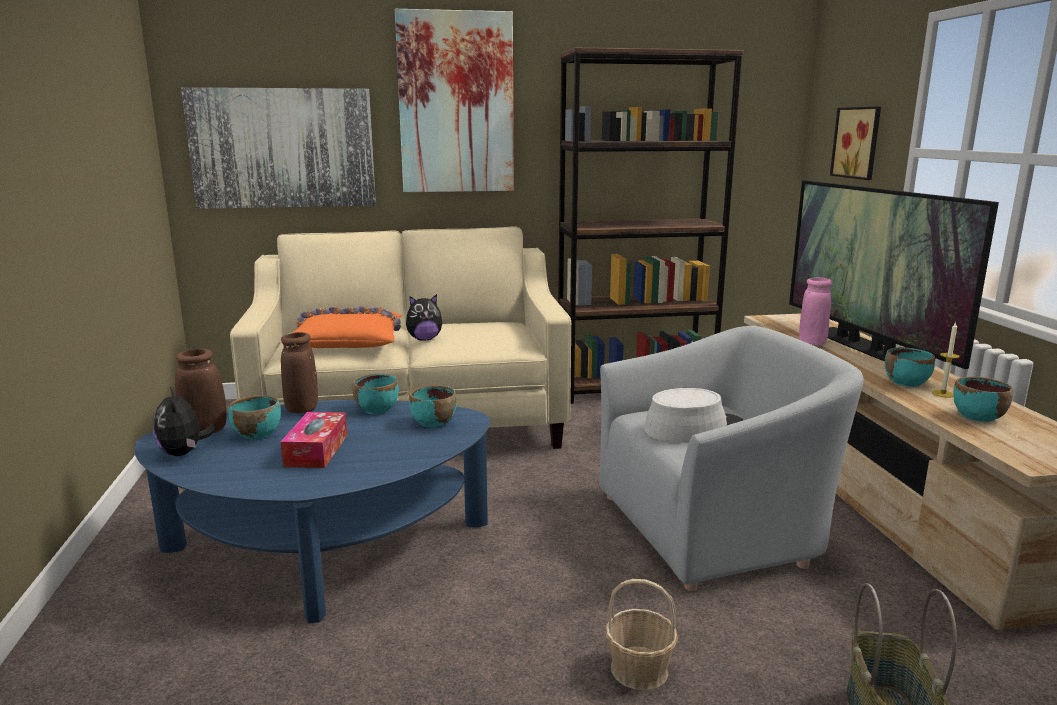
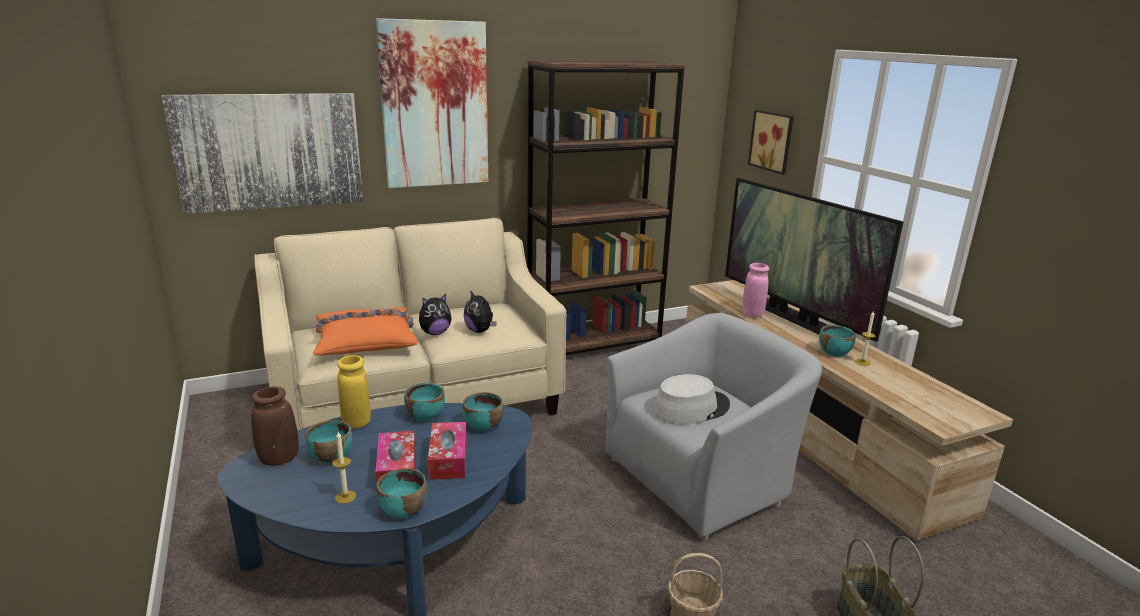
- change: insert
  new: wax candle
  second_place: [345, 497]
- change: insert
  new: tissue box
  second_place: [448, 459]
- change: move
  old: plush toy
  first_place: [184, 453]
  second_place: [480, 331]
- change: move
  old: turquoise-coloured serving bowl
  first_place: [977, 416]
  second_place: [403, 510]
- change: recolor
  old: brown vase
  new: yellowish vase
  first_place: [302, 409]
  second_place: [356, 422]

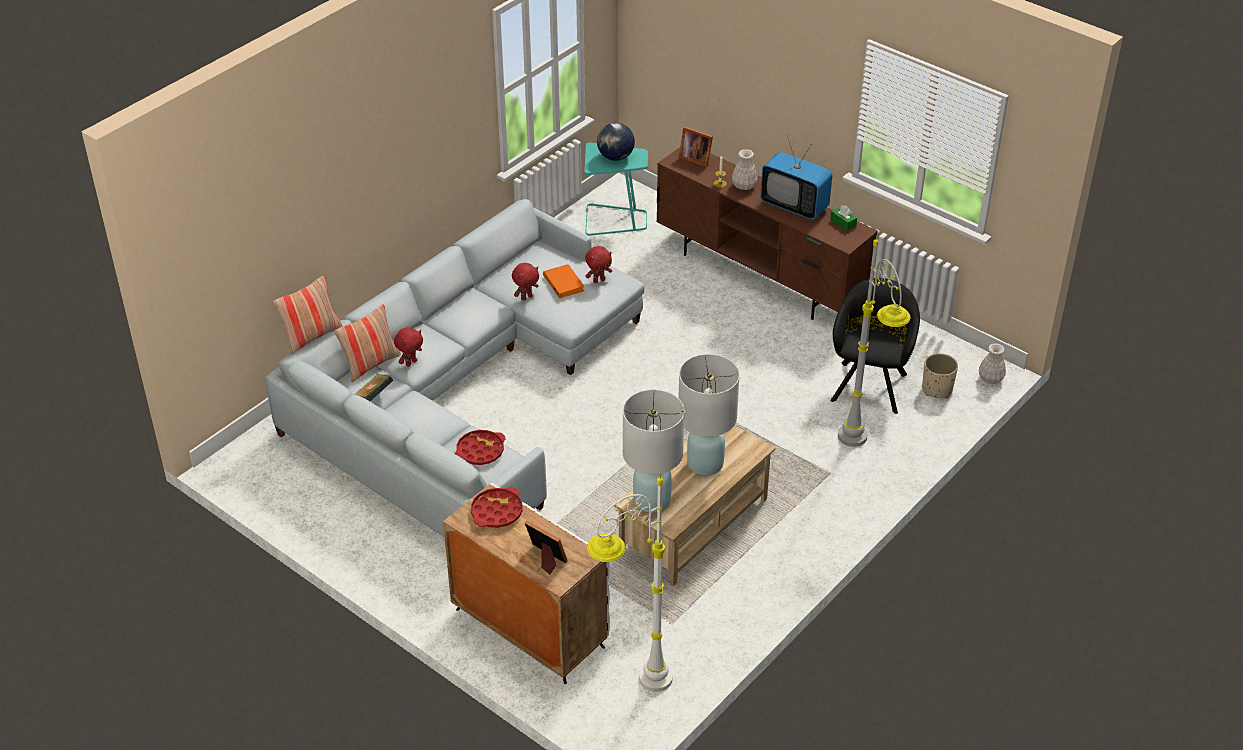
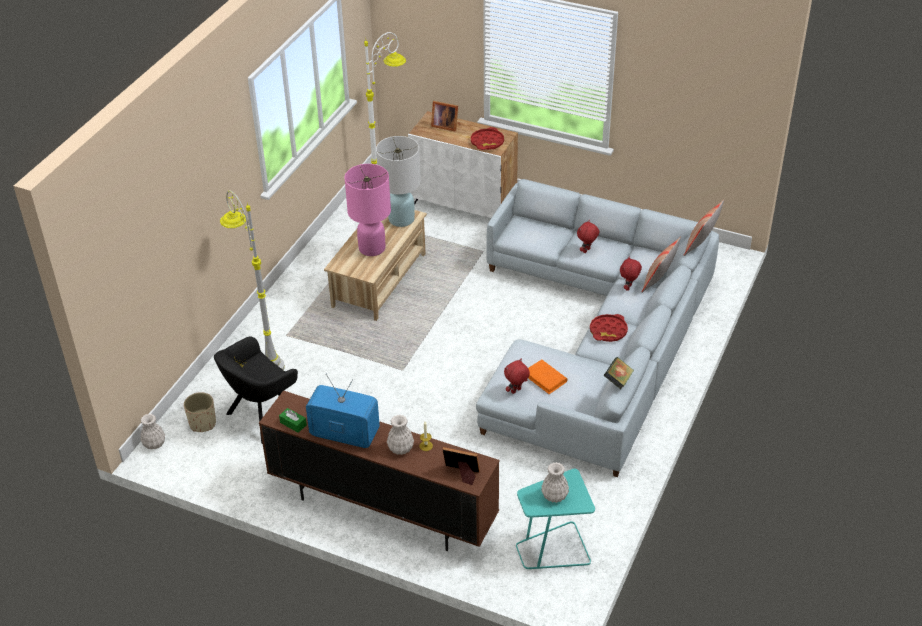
- change: move
  old: volume
  first_place: [374, 397]
  second_place: [618, 380]
- change: move
  old: red-coloured serving tray
  first_place: [480, 451]
  second_place: [608, 331]
- change: move
  old: red-coloured plush toy
  first_place: [526, 297]
  second_place: [587, 251]
- change: replace
  old: globe
  new: white-coloured vase
  first_place: [615, 157]
  second_place: [555, 495]
- change: recolor
  old: white-coloured tabletop lamp
  new: pink-coloured tabletop lamp
  first_place: [704, 463]
  second_place: [372, 248]
- change: rotate
  old: black-coloured lounge chair
  first_place: [870, 384]
  second_place: [261, 416]
  degrees: 45

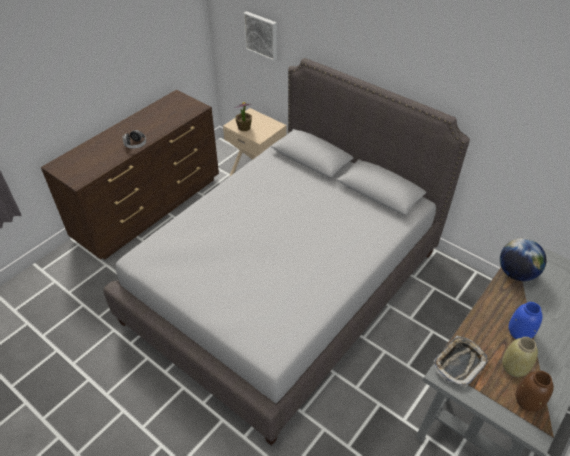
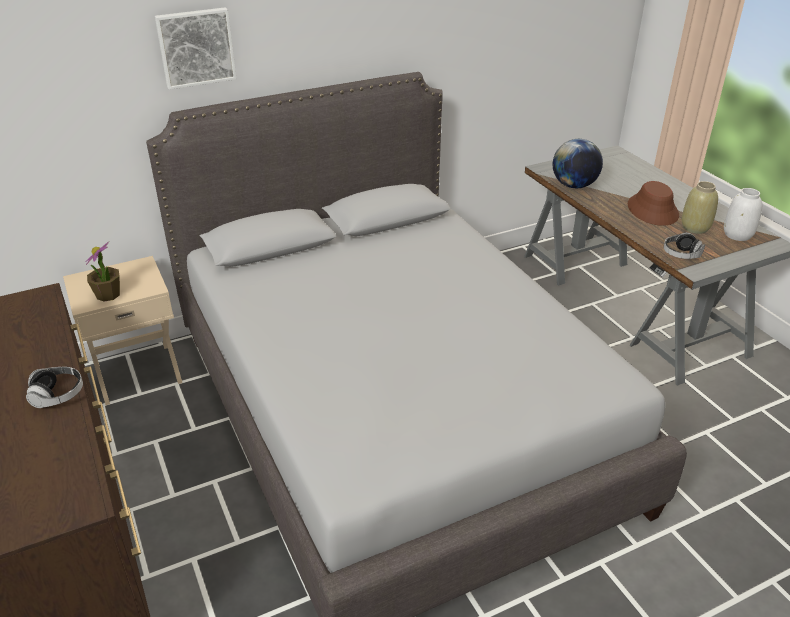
- change: move
  old: wall art
  first_place: [262, 35]
  second_place: [196, 47]
- change: replace
  old: serving tray
  new: headset
  first_place: [459, 363]
  second_place: [681, 255]
- change: replace
  old: blue vase
  new: brown wearable hat
  first_place: [520, 332]
  second_place: [653, 210]
- change: recolor
  old: brown vase
  new: white-coloured vase
  first_place: [528, 401]
  second_place: [738, 235]

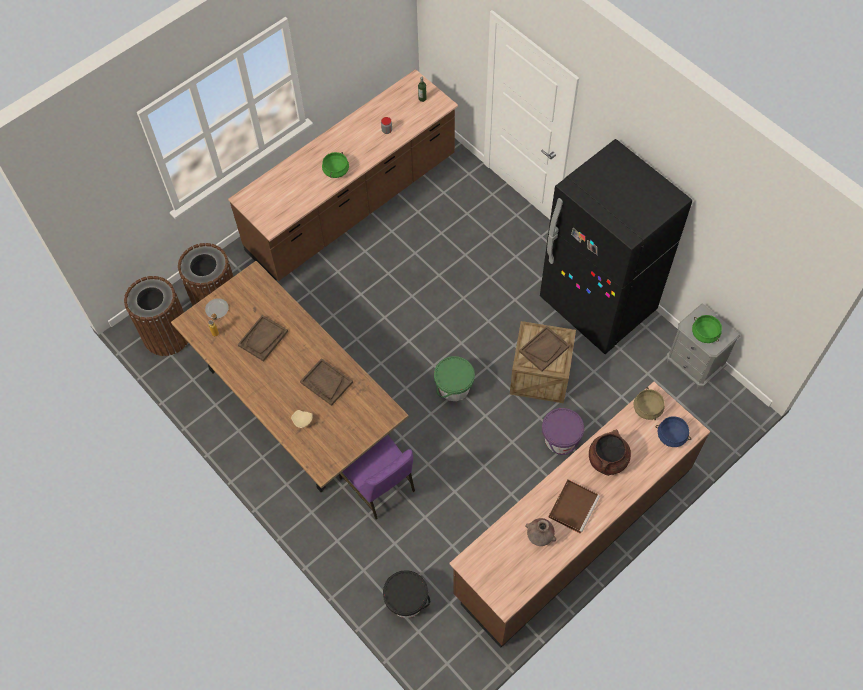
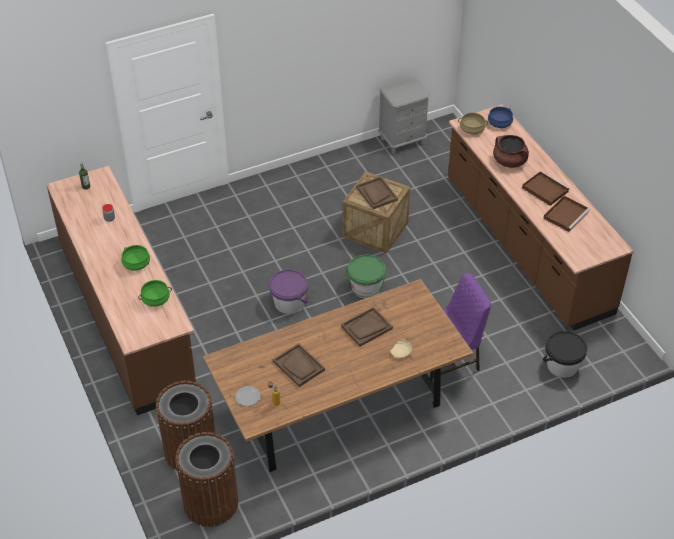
- change: delete
  old: black-coloured fridge
  first_place: [597, 305]
- change: move
  old: purple water bucket
  first_place: [560, 439]
  second_place: [289, 303]
- change: move
  old: green cooking pot
  first_place: [704, 333]
  second_place: [155, 300]
- change: replace
  old: brown vase
  new: brown serving tray
  first_place: [539, 537]
  second_place: [566, 214]

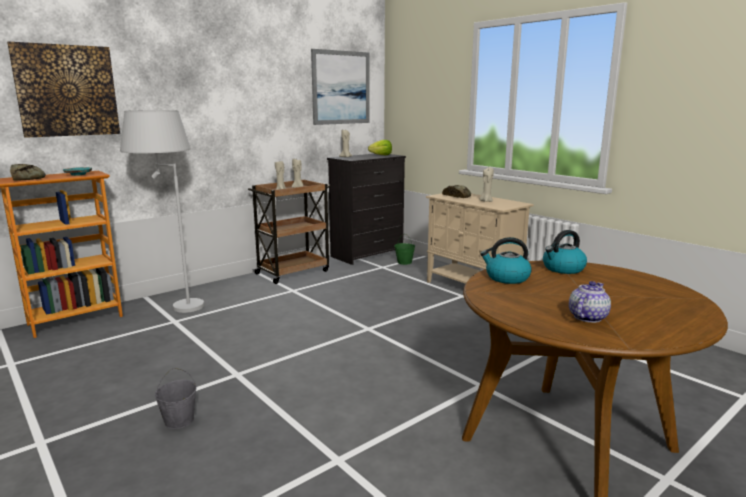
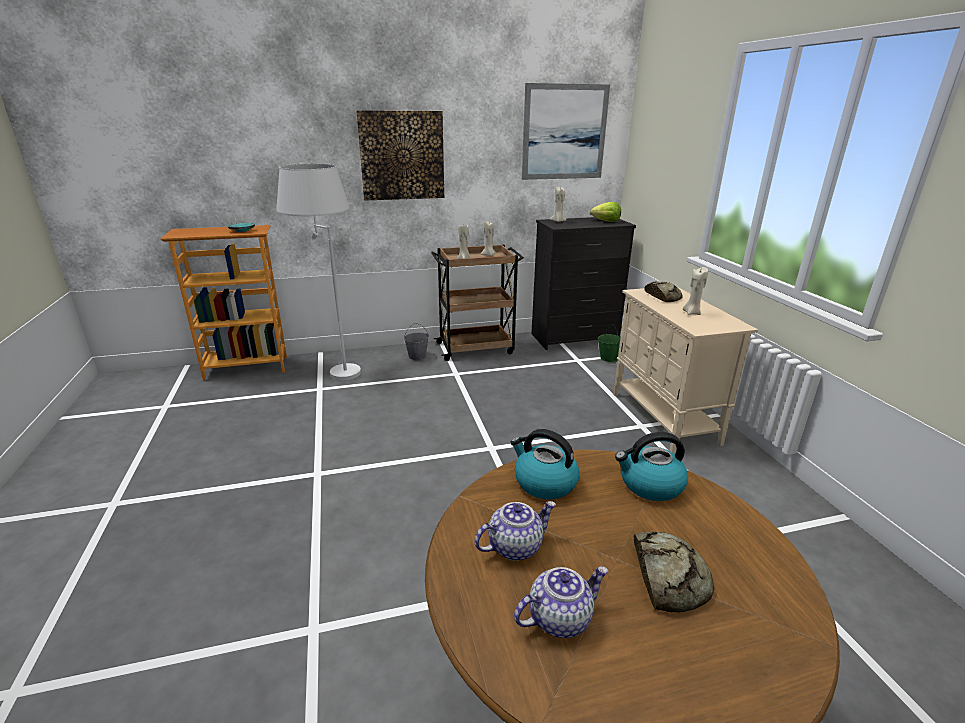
- change: insert
  new: tea pot
  second_place: [515, 546]
- change: move
  old: wall art
  first_place: [67, 91]
  second_place: [402, 156]
- change: move
  old: baked bread
  first_place: [28, 178]
  second_place: [667, 576]
- change: move
  old: grey water bucket
  first_place: [179, 420]
  second_place: [417, 356]

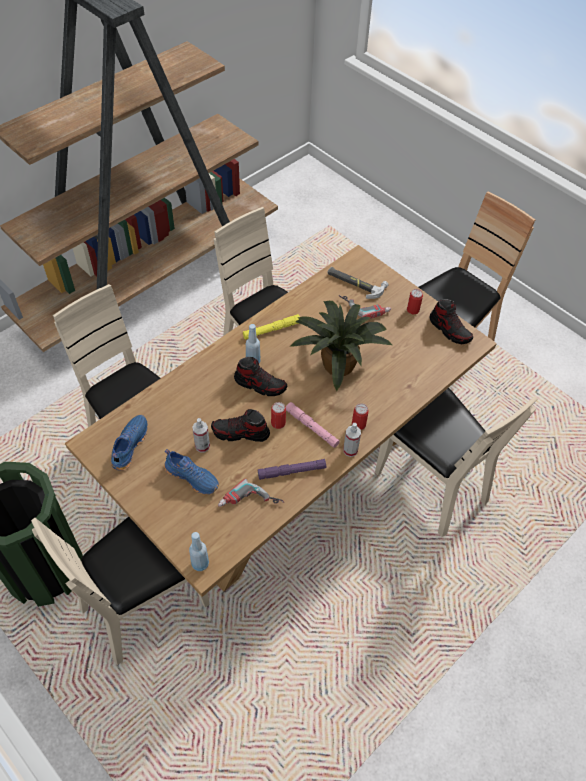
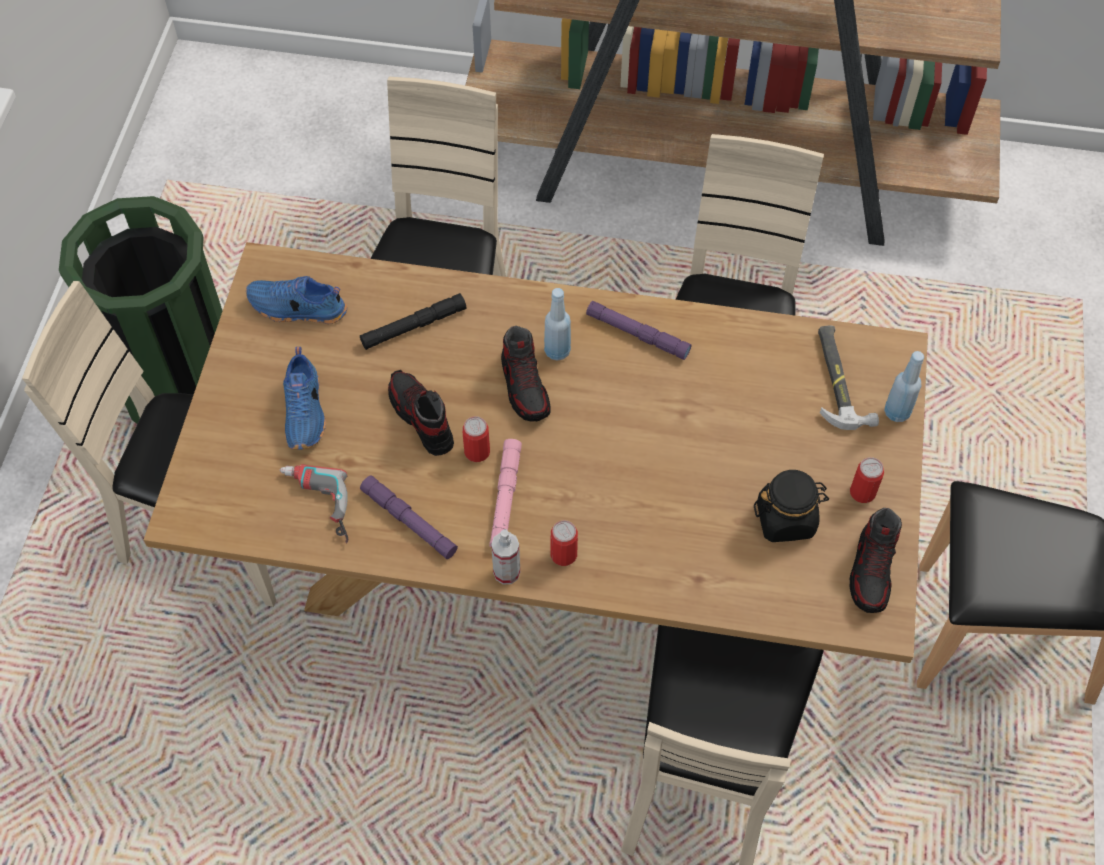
- change: delete
  old: hand sprayer
  first_place: [202, 446]
- change: delete
  old: houseplant
  first_place: [336, 363]
- change: delete
  old: power drill
  first_place: [365, 305]
- change: insert
  new: black-coloured hand torch
  second_place: [414, 326]
- change: insert
  new: black-coloured preserve jar
  second_place: [786, 519]
- change: move
  old: blue drink bottle
  first_place: [200, 564]
  second_place: [897, 412]
- change: recolor
  old: yellowish hand torch
  new: purple hand torch
  first_place: [271, 330]
  second_place: [637, 334]
- change: rotate
  old: blue low shoe
  first_place: [129, 445]
  second_place: [297, 309]
  degrees: -150

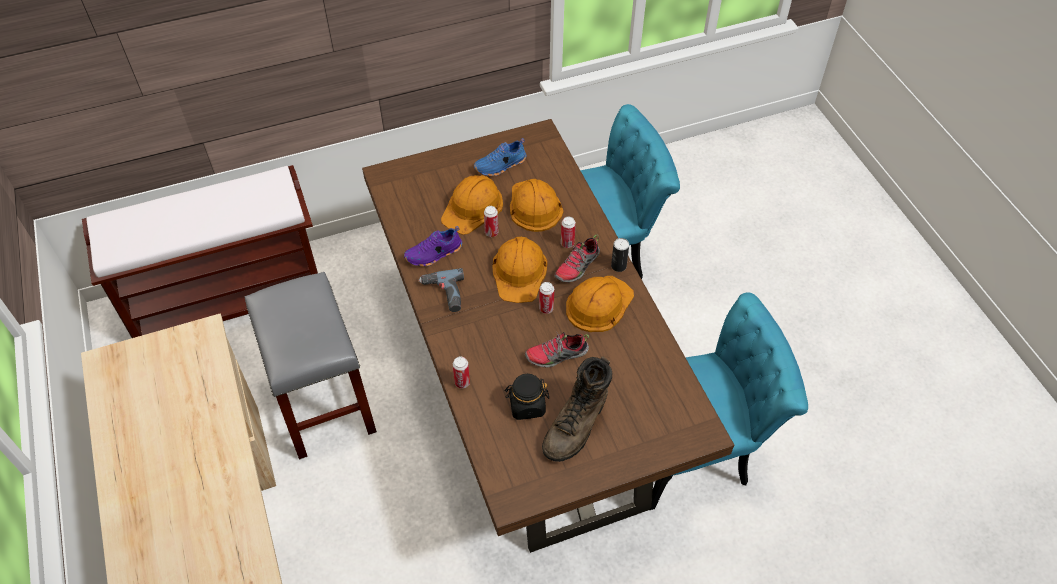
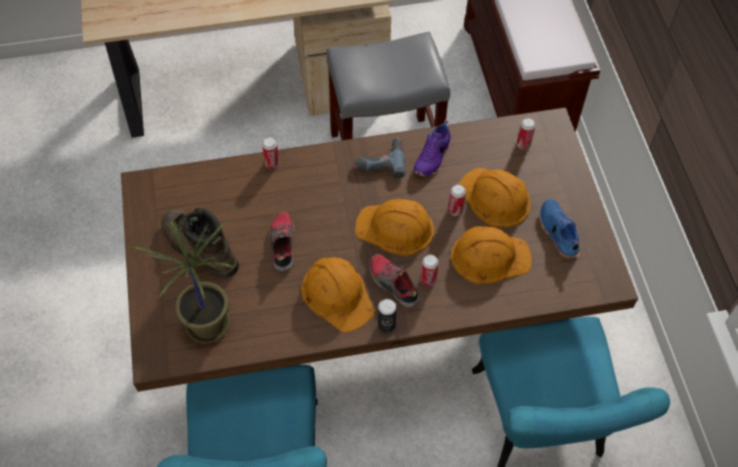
- change: delete
  old: black-coloured preserve jar
  first_place: [527, 405]
- change: insert
  new: houseplant
  second_place: [206, 323]
- change: move
  old: metal can
  first_place: [546, 308]
  second_place: [523, 145]
- change: rotate
  old: purple low shoe
  first_place: [434, 254]
  second_place: [433, 158]
  degrees: -135

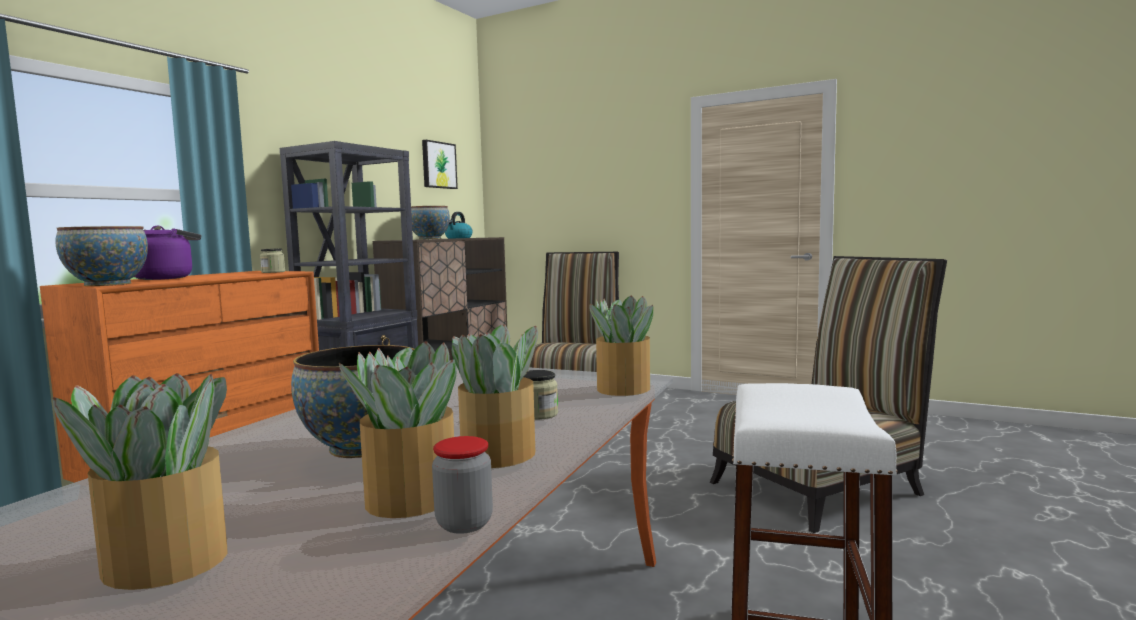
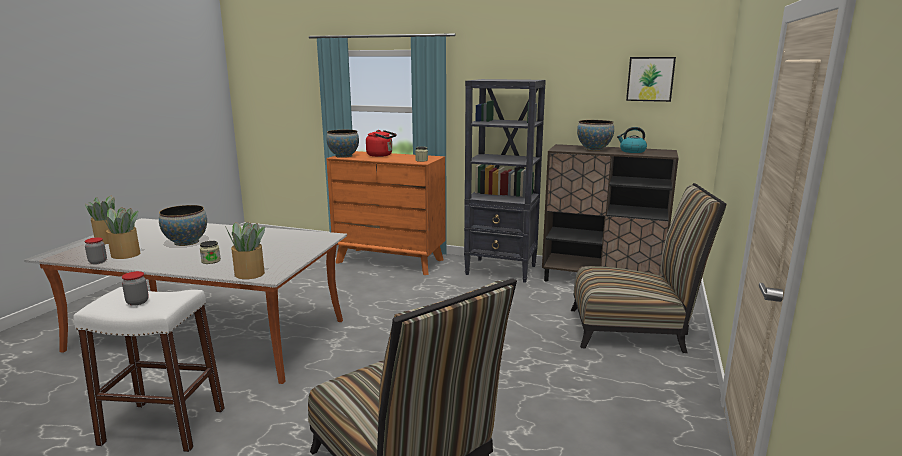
- change: delete
  old: houseplant
  first_place: [500, 454]
- change: insert
  new: preserve jar
  second_place: [137, 302]
- change: recolor
  old: purple water kettle
  new: red-coloured water kettle
  first_place: [166, 278]
  second_place: [381, 155]

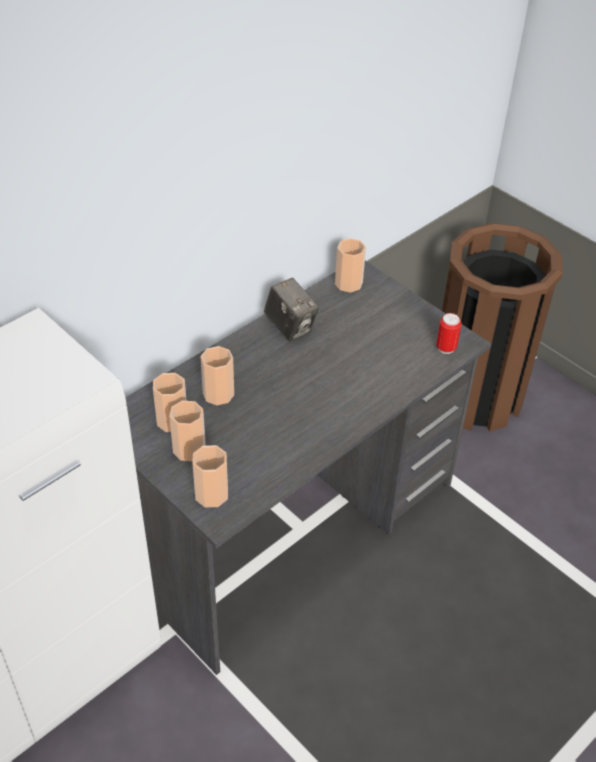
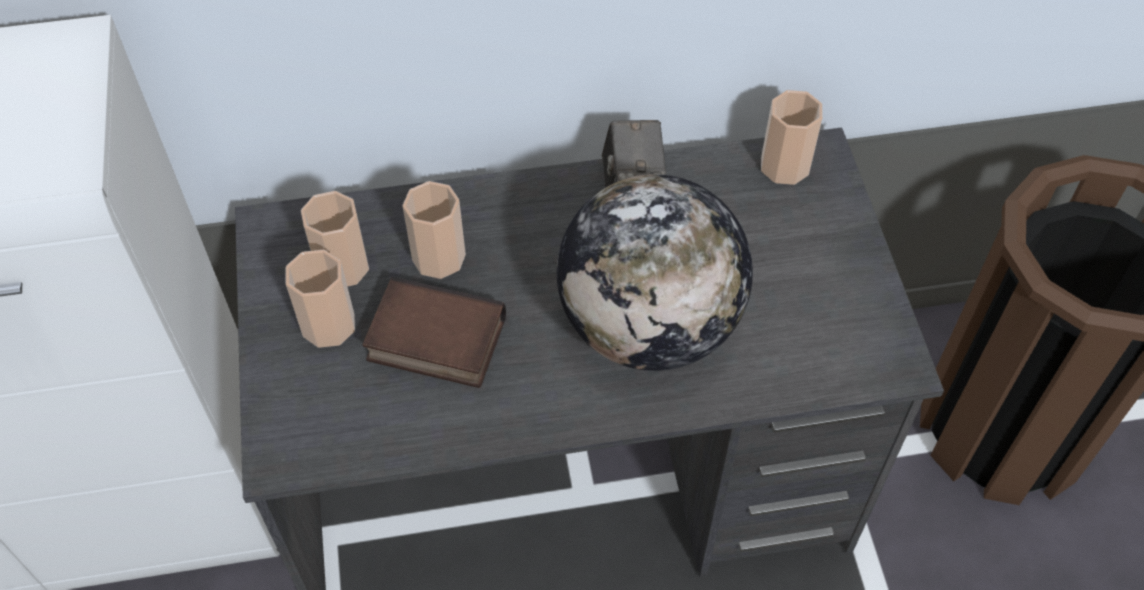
- change: delete
  old: cup
  first_place: [211, 494]
- change: delete
  old: metal can
  first_place: [446, 348]
- change: insert
  new: volume
  second_place: [433, 342]
- change: insert
  new: globe
  second_place: [649, 326]

